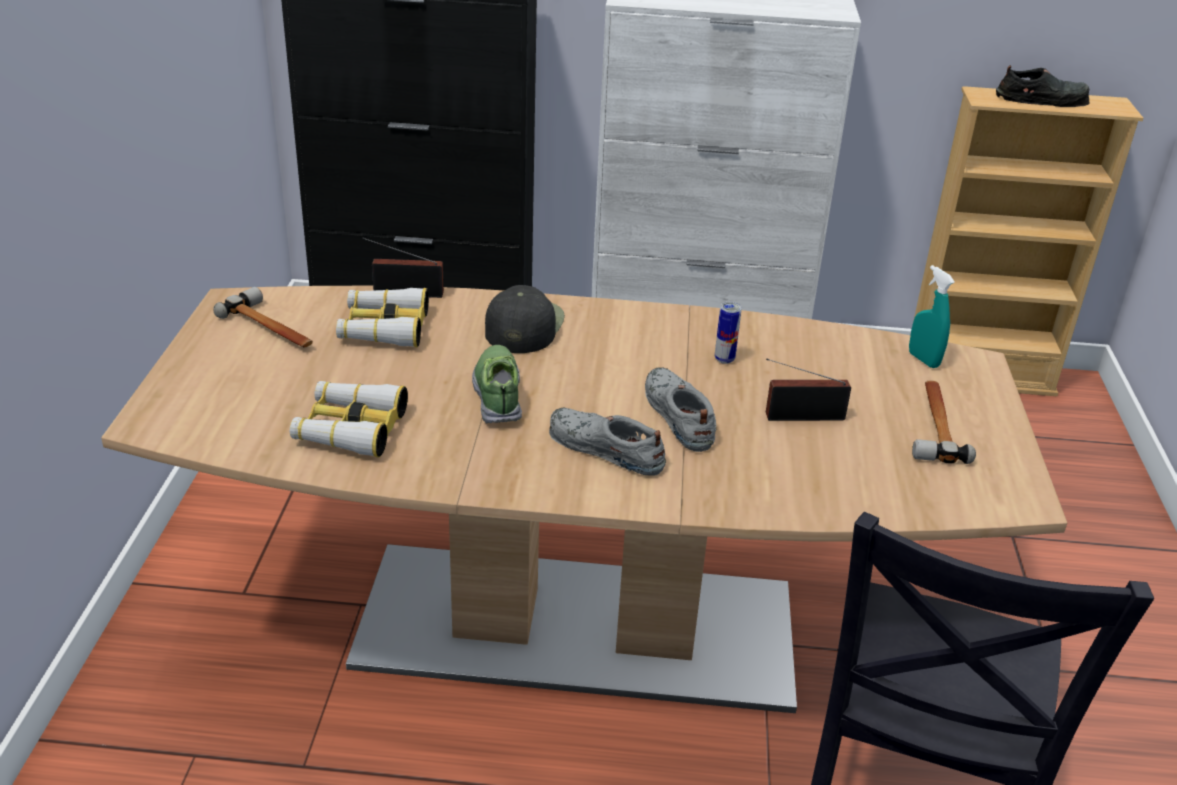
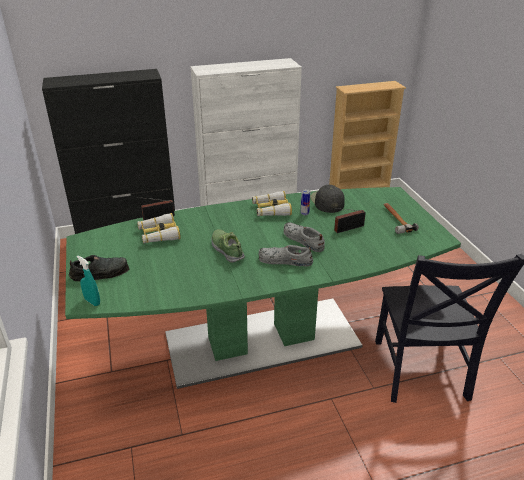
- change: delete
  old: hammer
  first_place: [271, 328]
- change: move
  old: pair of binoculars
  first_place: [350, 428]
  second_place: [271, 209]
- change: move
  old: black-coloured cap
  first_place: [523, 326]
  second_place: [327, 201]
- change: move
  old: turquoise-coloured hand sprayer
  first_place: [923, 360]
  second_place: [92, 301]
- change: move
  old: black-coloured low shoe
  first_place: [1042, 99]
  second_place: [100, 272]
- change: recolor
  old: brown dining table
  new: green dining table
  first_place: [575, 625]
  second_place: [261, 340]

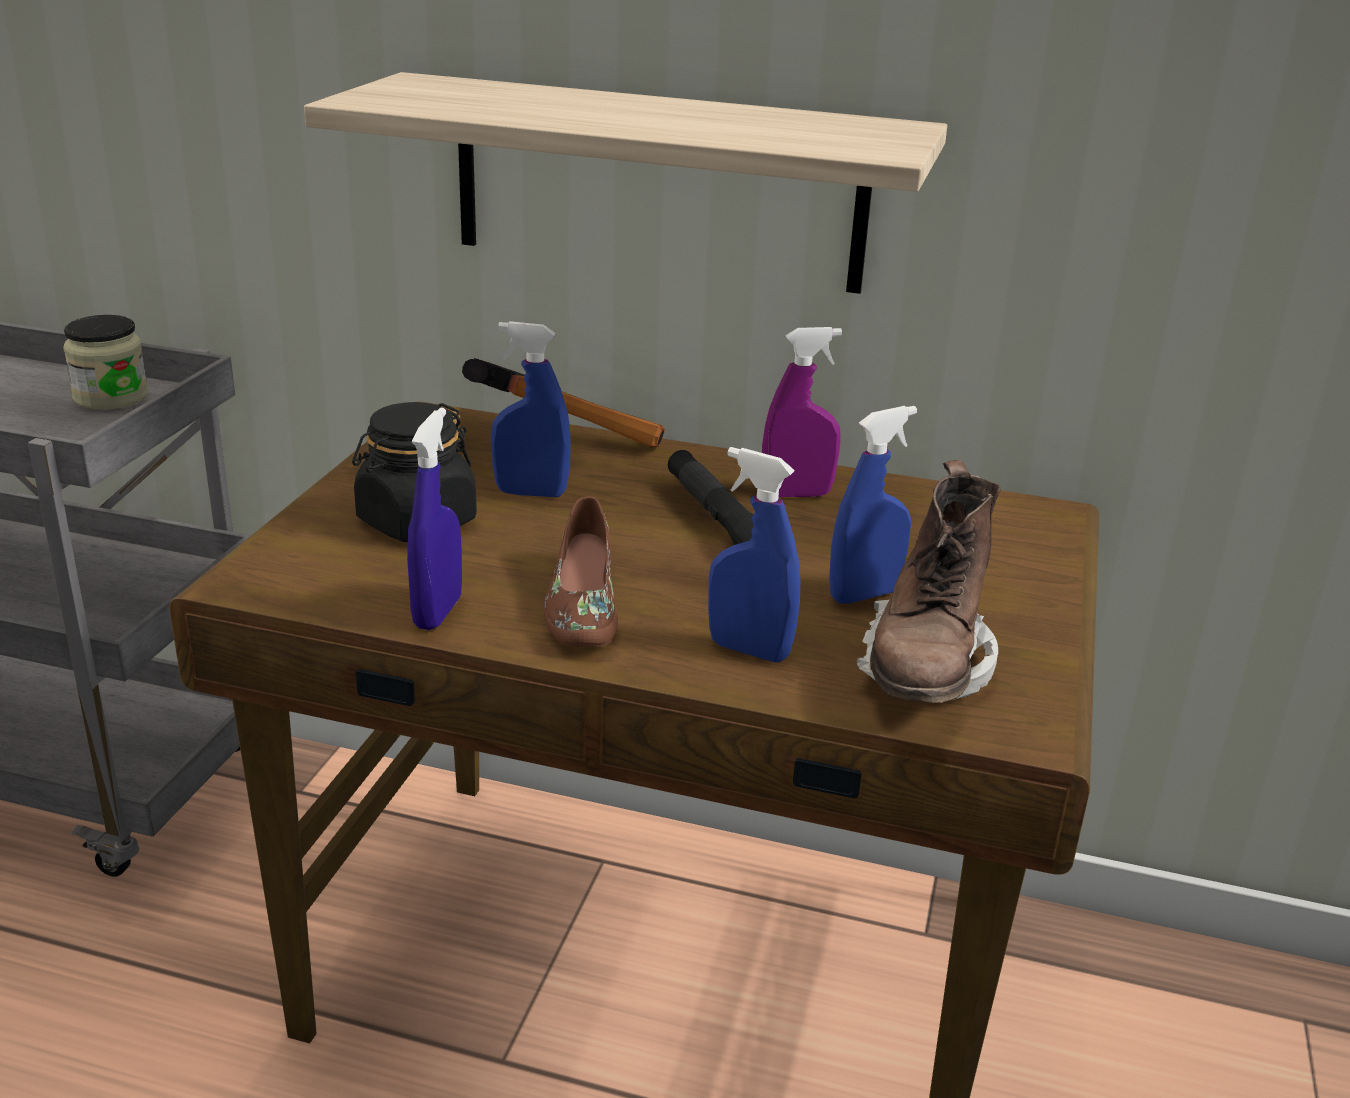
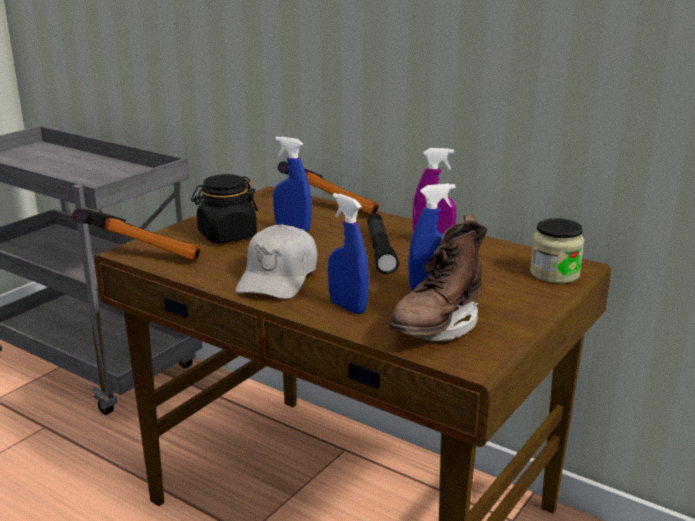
- change: delete
  old: bracket shelf
  first_place: [658, 183]
- change: delete
  old: blue hand sprayer
  first_place: [438, 612]
- change: insert
  new: hammer
  second_place: [145, 252]
- change: move
  old: preserve jar
  first_place: [111, 397]
  second_place: [554, 274]
- change: replace
  old: brown low shoe
  new: white-coloured cap
  first_place: [581, 604]
  second_place: [278, 278]

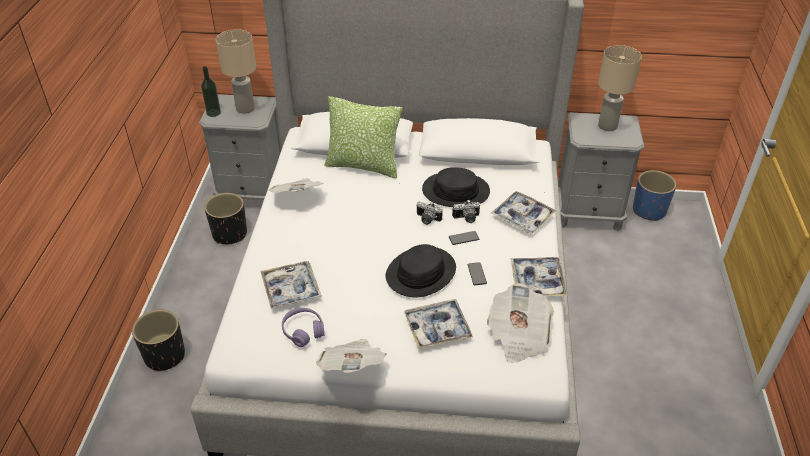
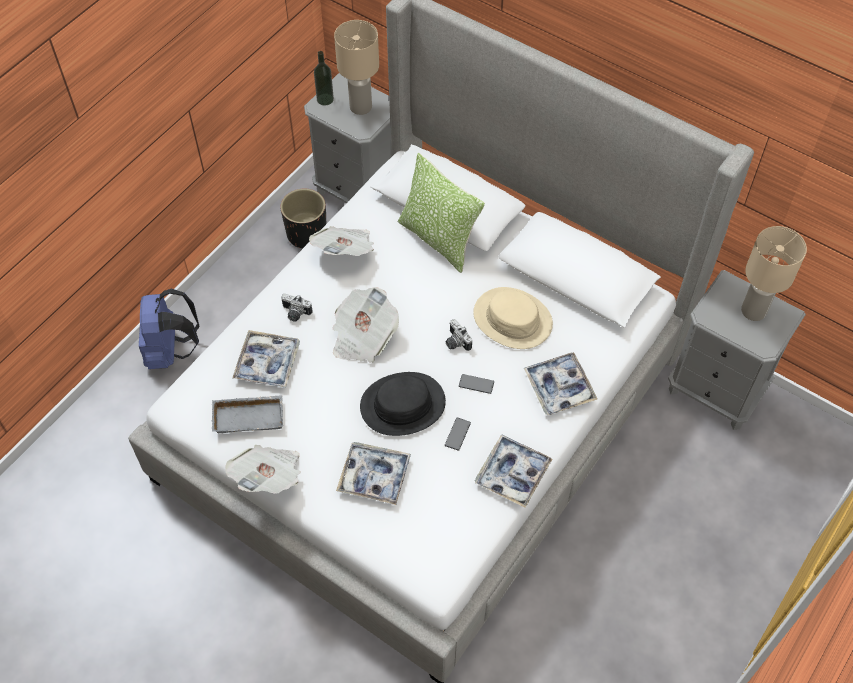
- change: delete
  old: blue plant pot
  first_place: [649, 211]
- change: move
  old: photo camera
  first_place: [467, 219]
  second_place: [295, 313]
- change: move
  old: daily paper
  first_place: [518, 336]
  second_place: [363, 337]
- change: replace
  old: black-coloured plant pot
  new: blue rucksack
  first_place: [165, 356]
  second_place: [171, 350]
- change: replace
  old: purple headset
  new: grey serving tray
  first_place: [303, 331]
  second_place: [249, 416]
- change: recolor
  old: black-coloured wearable hat
  new: beige-coloured wearable hat
  first_place: [455, 191]
  second_place: [512, 319]

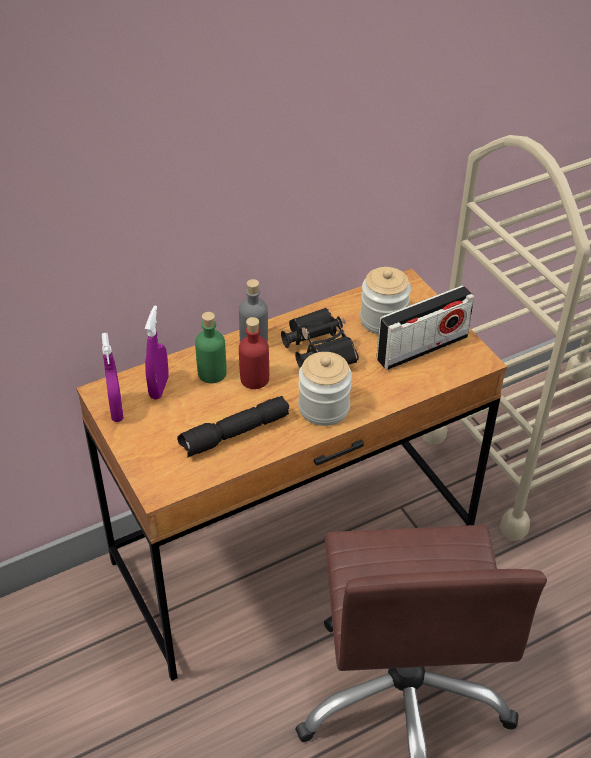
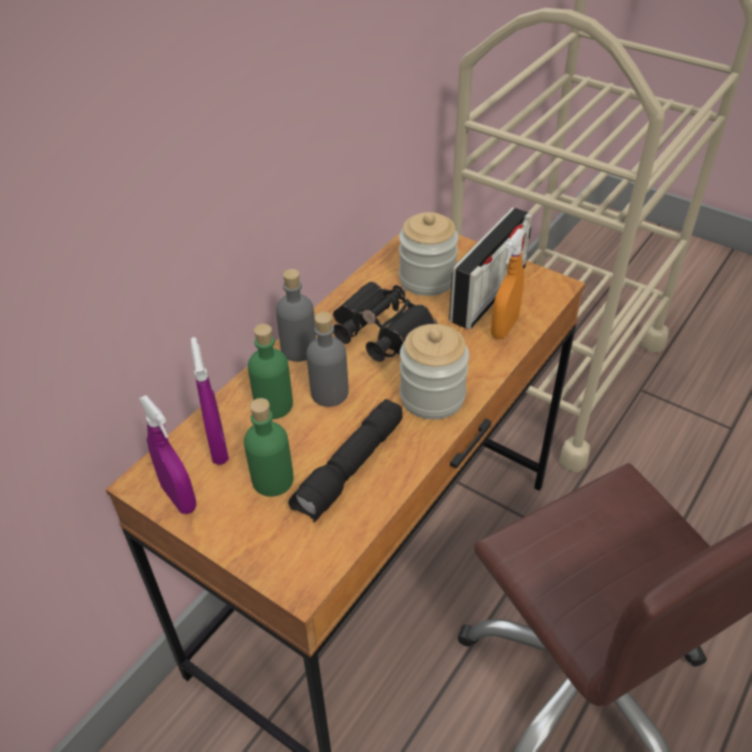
- change: insert
  new: green drink bottle
  second_place: [272, 480]
- change: insert
  new: orange-coloured hand sprayer
  second_place: [504, 328]
- change: recolor
  old: red-coloured drink bottle
  new: grey drink bottle
  first_place: [254, 379]
  second_place: [329, 393]

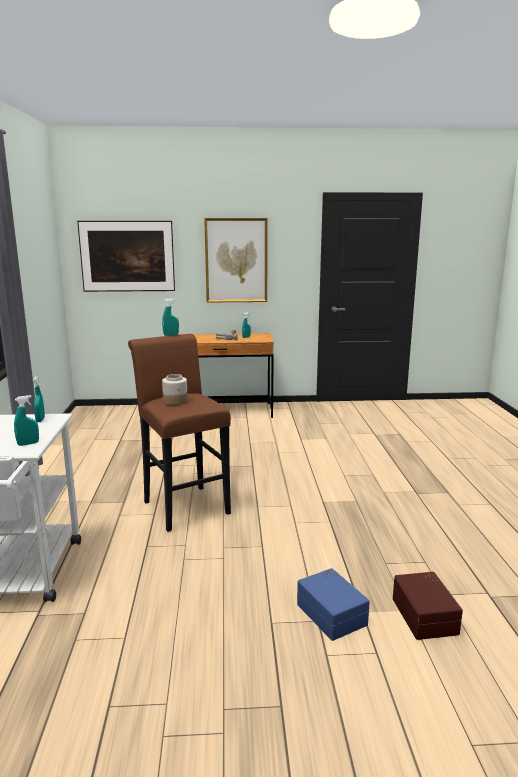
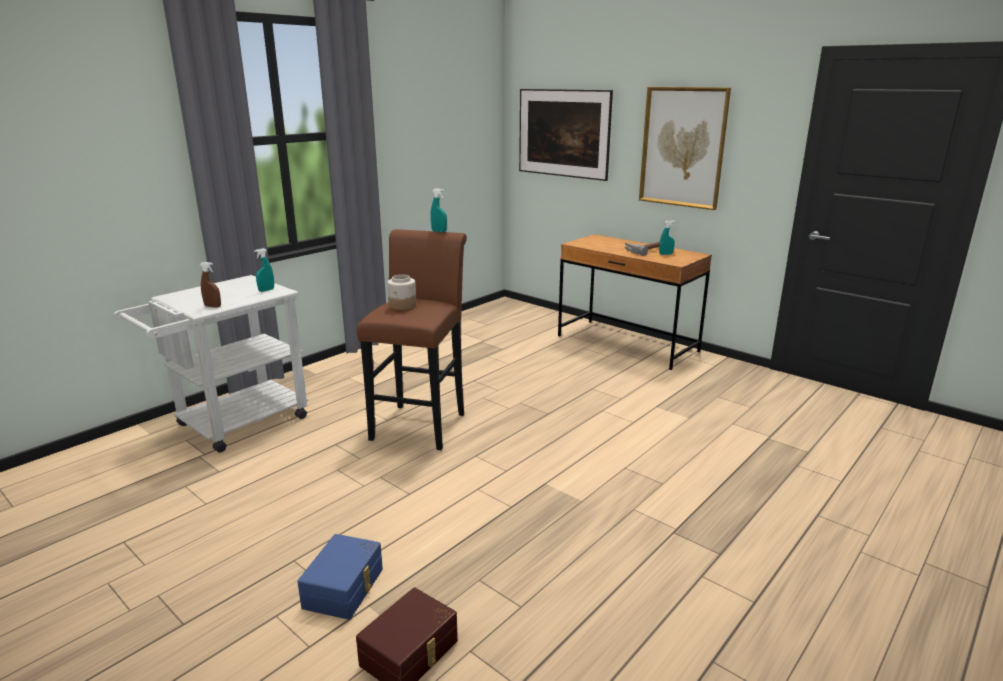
- change: recolor
  old: turquoise-coloured hand sprayer
  new: brown hand sprayer
  first_place: [28, 444]
  second_place: [213, 306]

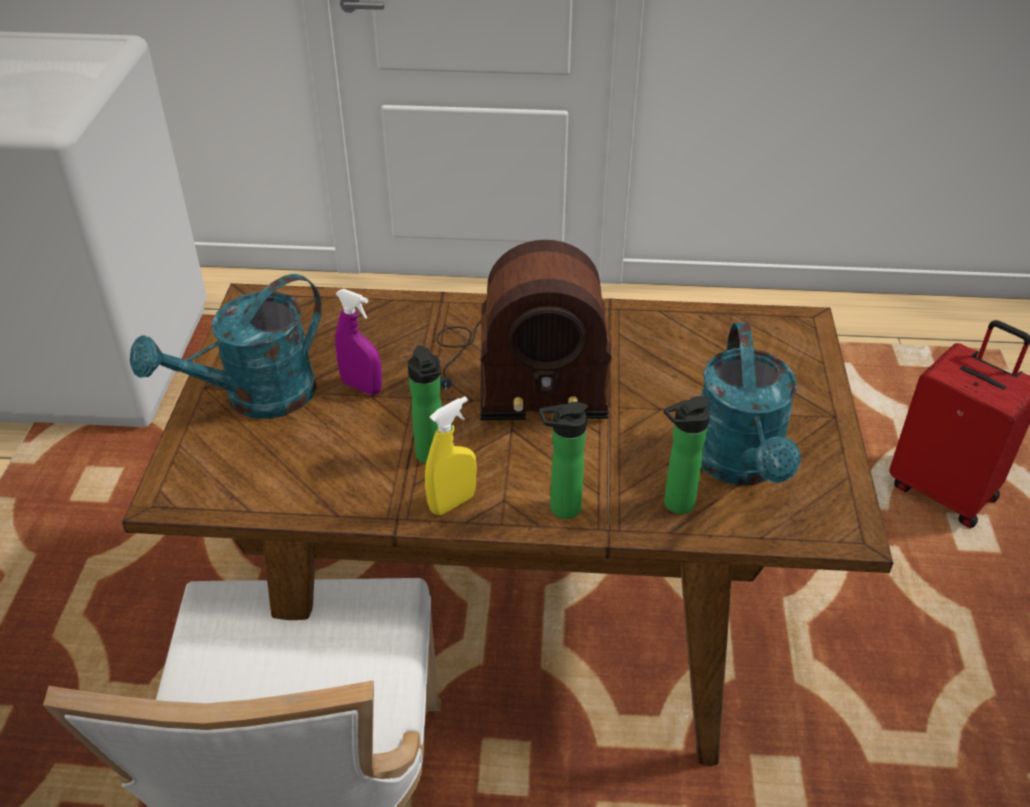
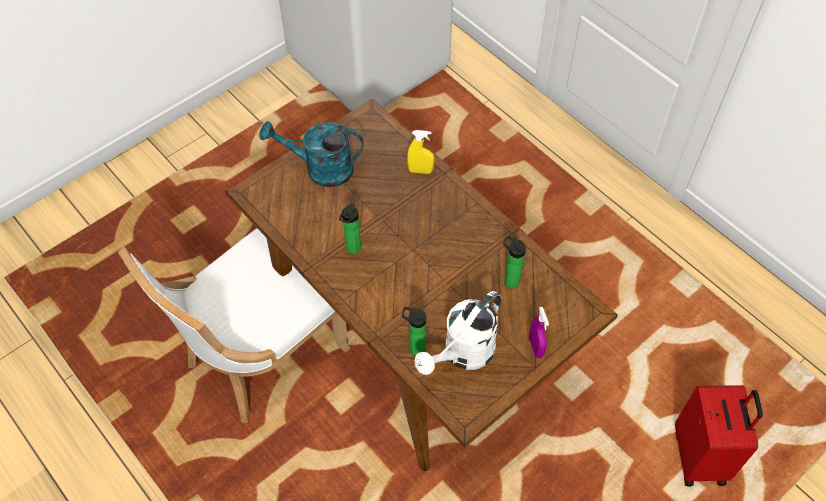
- change: delete
  old: radio set
  first_place: [519, 372]
- change: move
  old: purple hand sprayer
  first_place: [361, 387]
  second_place: [536, 347]
- change: move
  old: yellowish hand sprayer
  first_place: [452, 503]
  second_place: [420, 171]
- change: move
  old: drink bottle
  first_place: [560, 509]
  second_place: [509, 280]
- change: recolor
  old: turquoise-coloured watering pot
  new: white-coloured watering pot
  first_place: [741, 466]
  second_place: [463, 354]

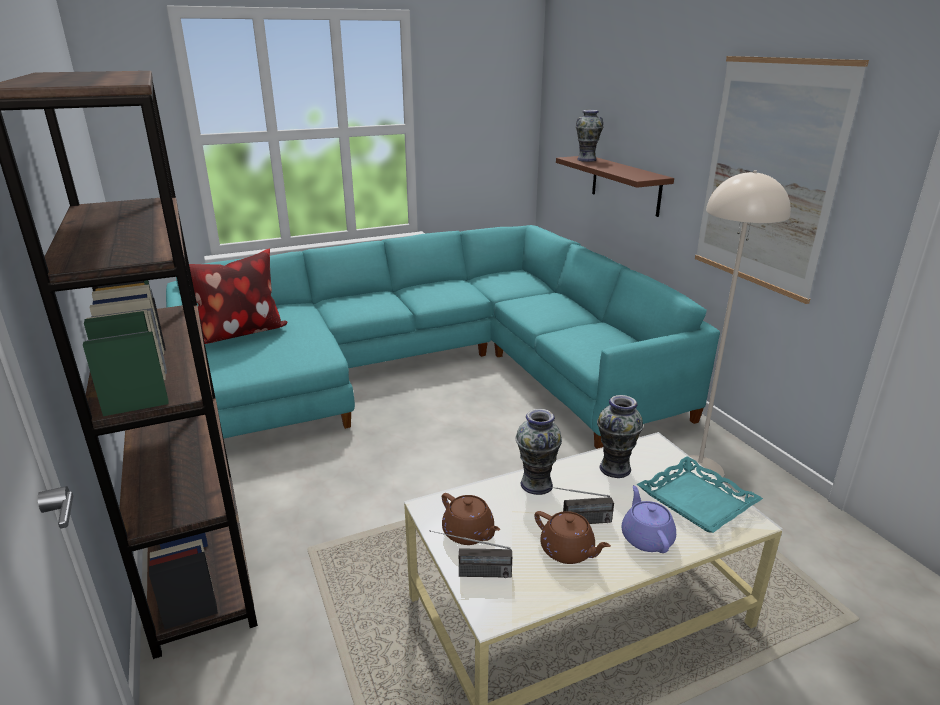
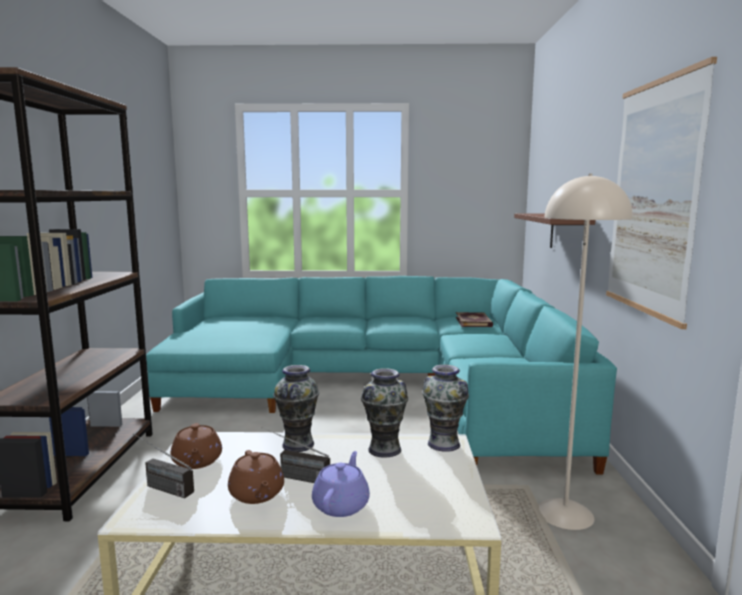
- change: delete
  old: throw pillow
  first_place: [239, 333]
- change: delete
  old: turquoise-coloured serving tray
  first_place: [696, 501]
- change: insert
  new: volume
  second_place: [474, 322]
- change: move
  old: vase
  first_place: [586, 160]
  second_place: [444, 444]

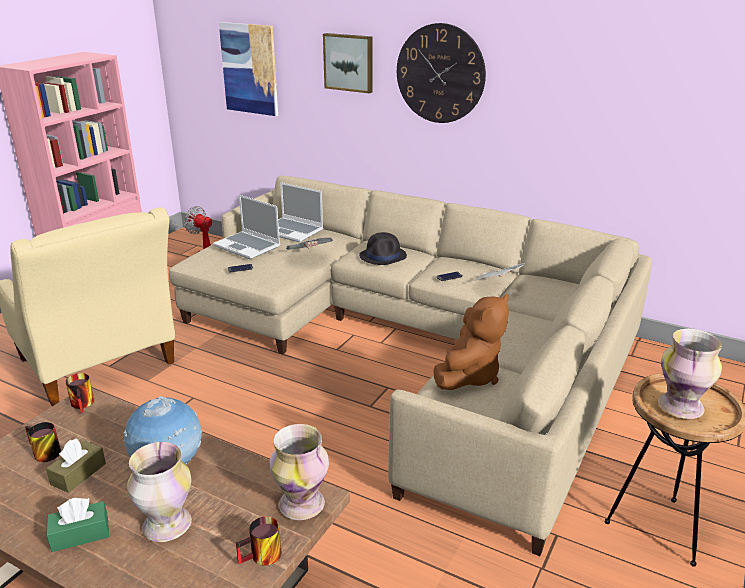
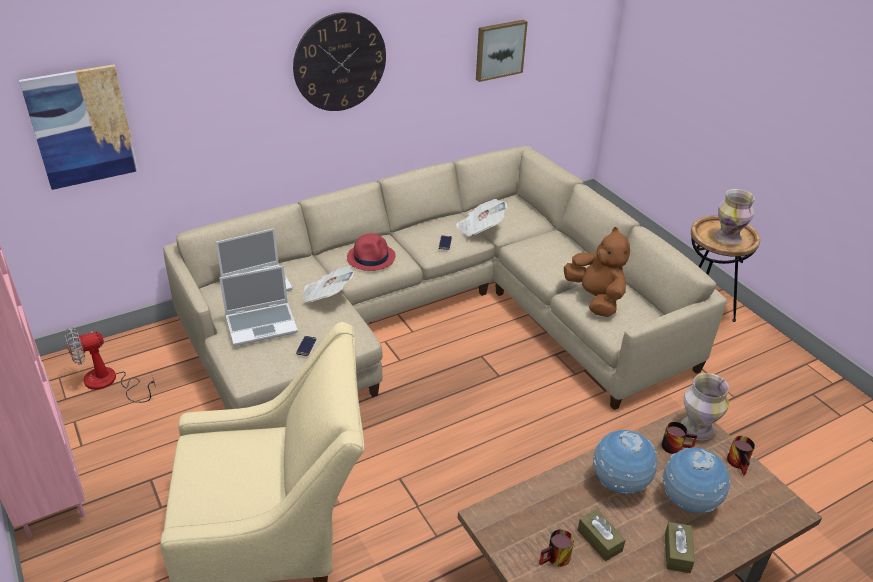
- change: move
  old: mug
  first_place: [85, 404]
  second_place: [675, 445]
- change: move
  old: wall art
  first_place: [349, 62]
  second_place: [499, 49]
- change: replace
  old: vase
  new: globe
  first_place: [166, 526]
  second_place: [688, 502]
- change: recolor
  old: green tissue box
  new: brown tissue box
  first_place: [80, 534]
  second_place: [677, 552]
- change: recolor
  old: black-coloured wearable hat
  new: red-coloured wearable hat
  first_place: [383, 256]
  second_place: [371, 257]

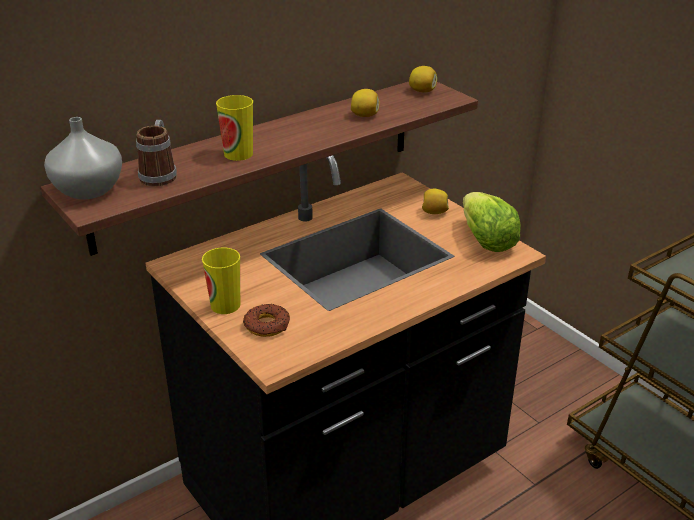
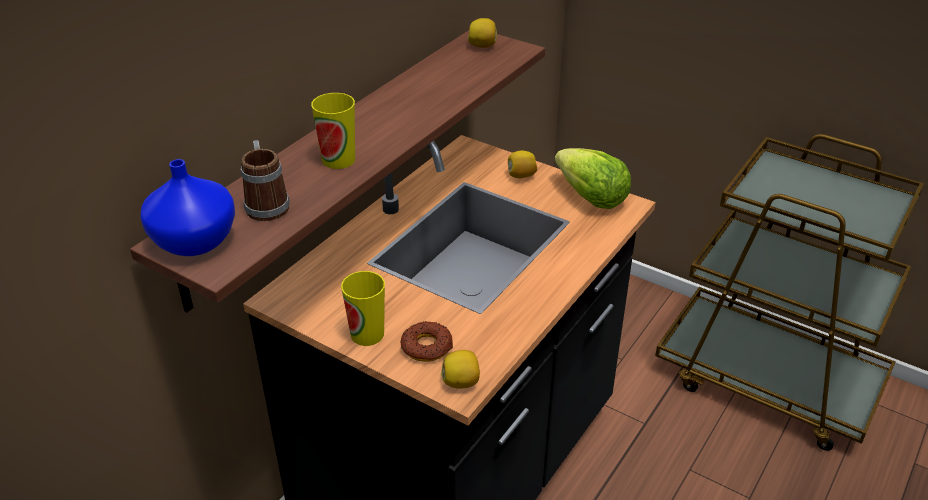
- change: move
  old: whole lemon
  first_place: [365, 115]
  second_place: [461, 382]
- change: recolor
  old: grey vase
  new: blue vase
  first_place: [87, 189]
  second_place: [193, 241]

